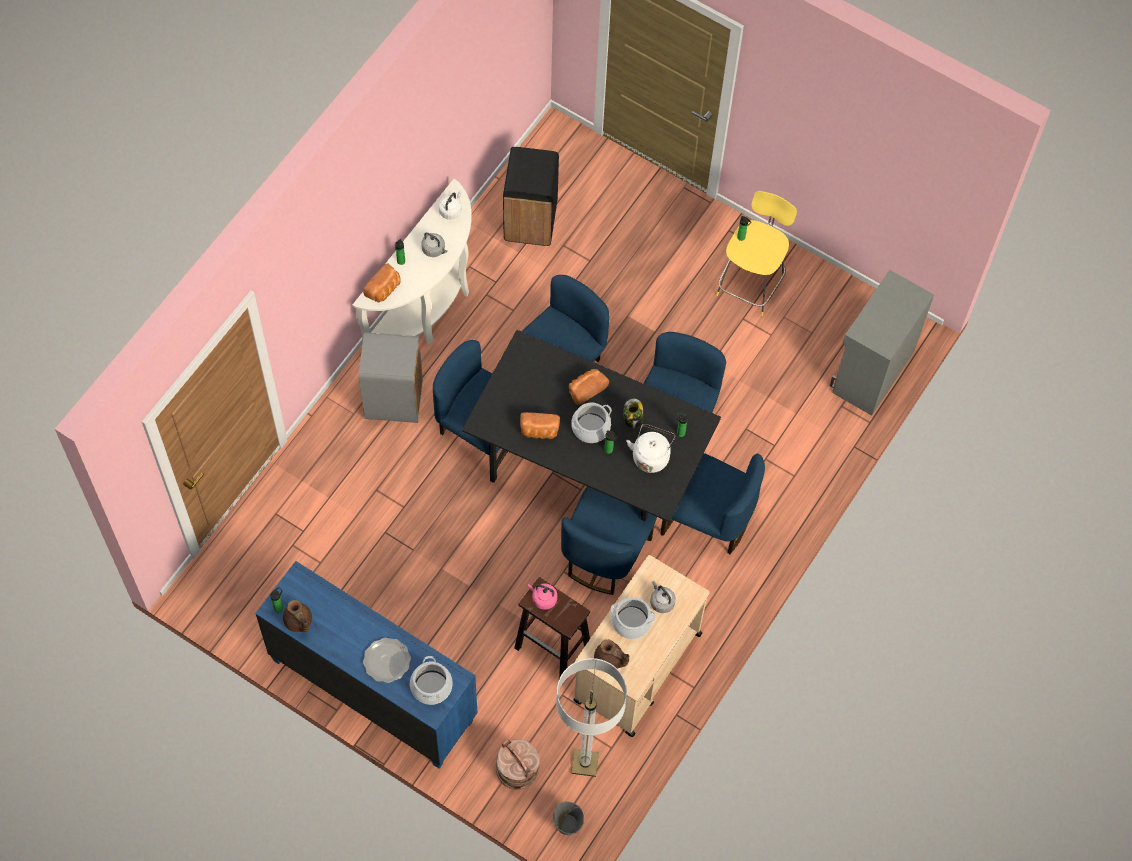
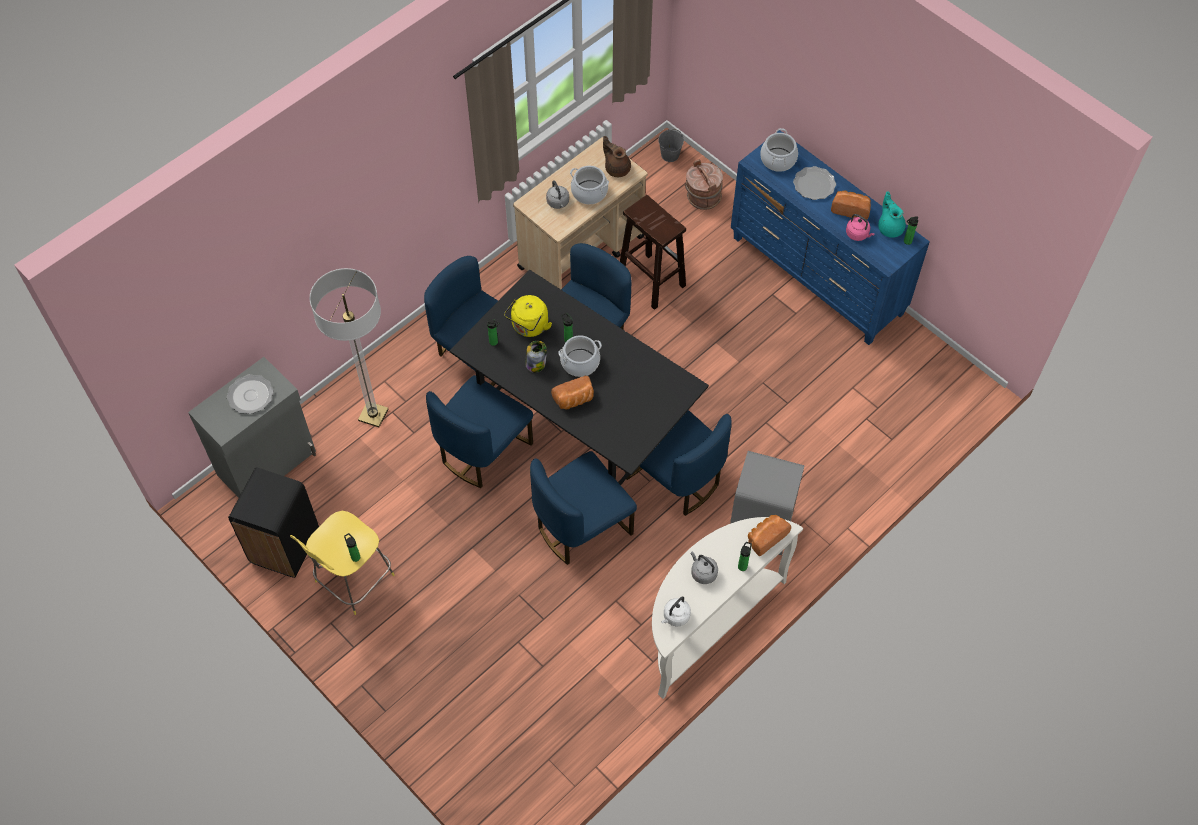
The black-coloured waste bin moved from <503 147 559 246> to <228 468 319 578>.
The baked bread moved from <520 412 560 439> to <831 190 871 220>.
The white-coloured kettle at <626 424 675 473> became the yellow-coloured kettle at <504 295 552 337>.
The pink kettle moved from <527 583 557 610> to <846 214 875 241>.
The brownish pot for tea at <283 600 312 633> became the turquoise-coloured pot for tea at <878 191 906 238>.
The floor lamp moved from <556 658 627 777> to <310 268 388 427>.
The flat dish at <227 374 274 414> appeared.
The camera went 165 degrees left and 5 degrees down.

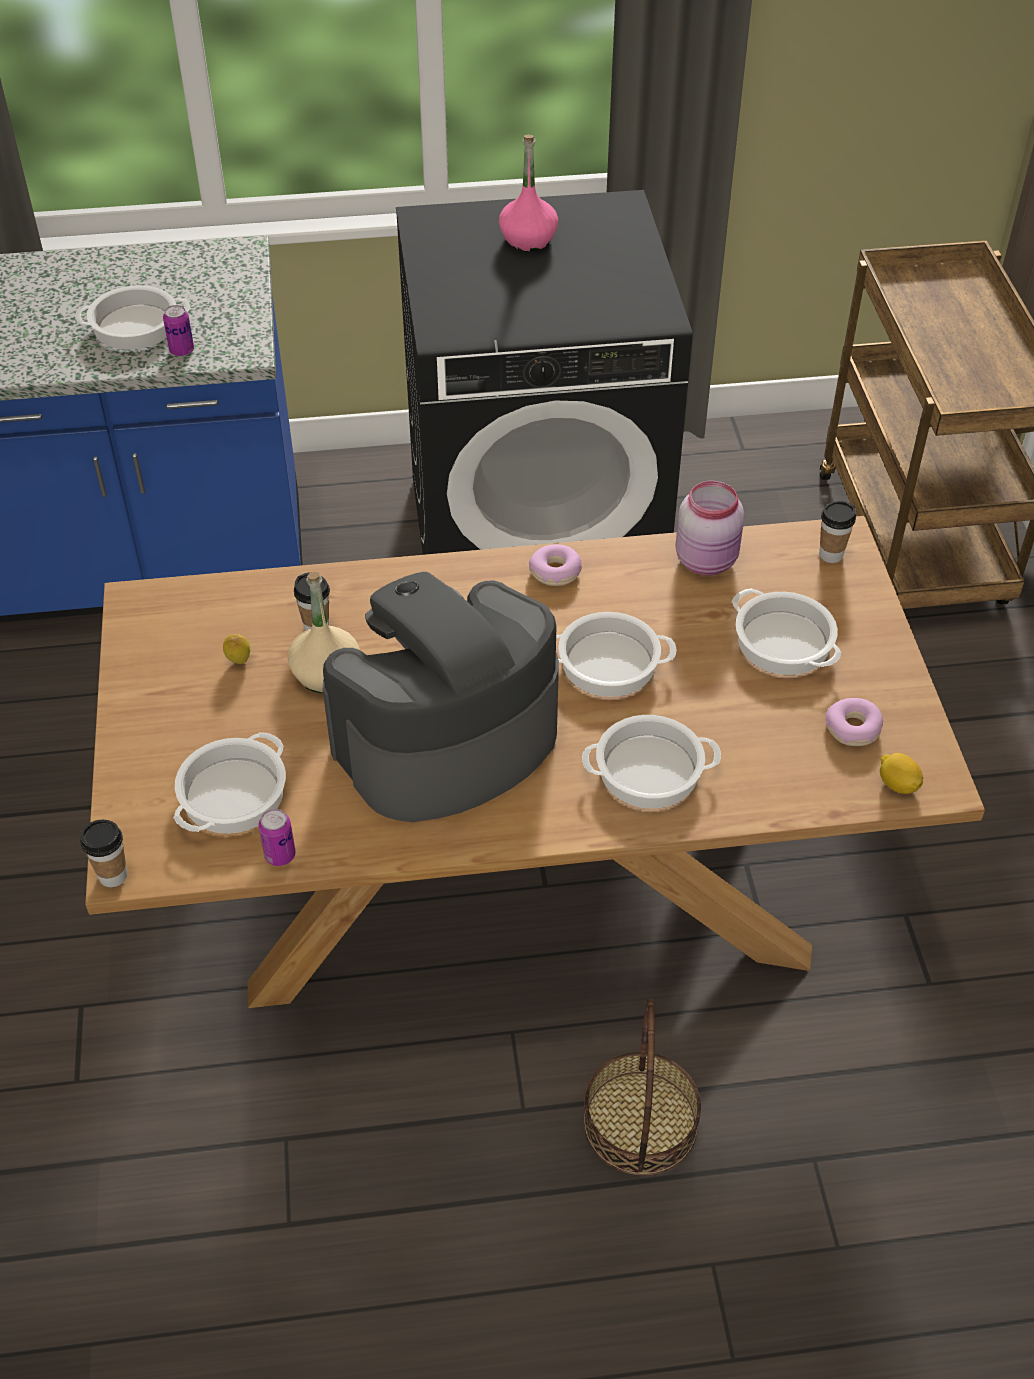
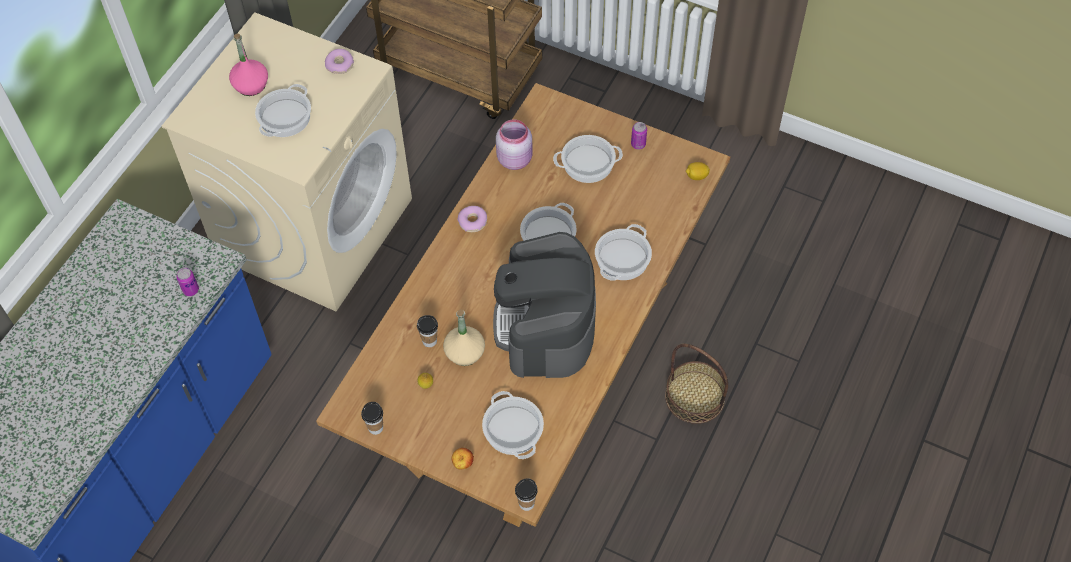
The black-coloured laundry appliance at <396 190 693 555> became the beige laundry appliance at <162 12 412 311>.
The cooking pot moved from <75 285 190 350> to <255 84 311 137>.
The drinking cup moved from <819 501 856 563> to <361 402 383 435>.
The donut moved from <826 698 883 746> to <325 49 354 74>.
The sealed can moved from <258 809 296 866> to <631 122 647 149>.
The apple at <451 448 474 470> appeared.
The camera went 55 degrees left and 10 degrees up.

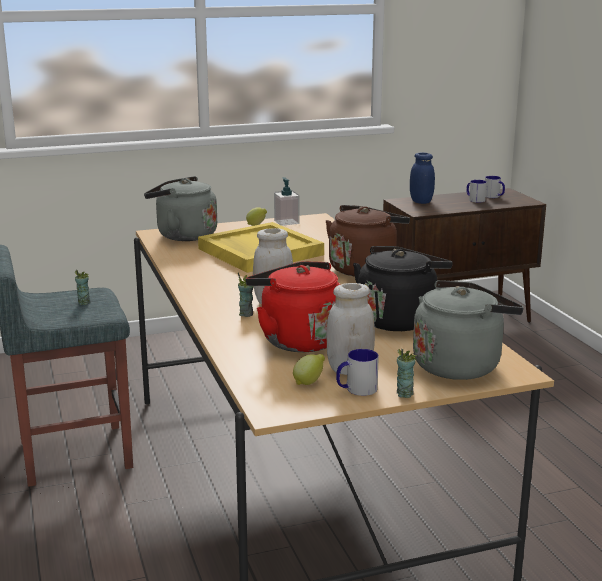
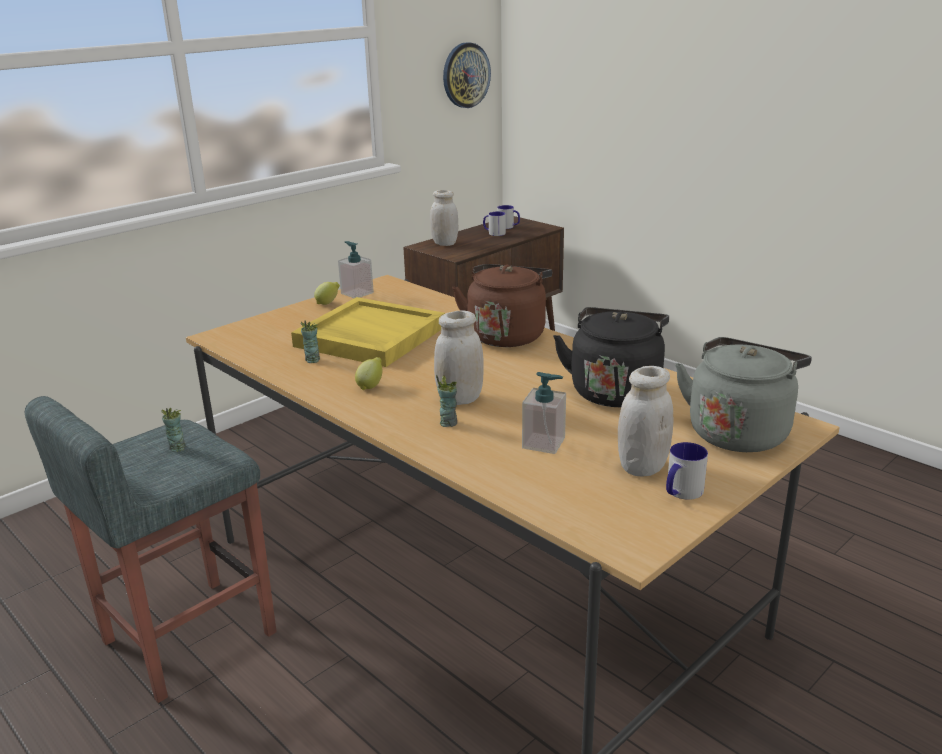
The blue-coloured preserve jar at <410 152 435 204> became the white-coloured preserve jar at <430 190 458 246>.
The grey kettle at <144 176 217 241> disappeared.
The red-coloured kettle at <246 261 340 352> was replaced by the liquid soap bottle at <522 372 566 454>.
The drinking cup moved from <397 349 417 398> to <300 321 320 363>.
The lemon moved from <293 354 325 385> to <355 357 383 390>.
The clock on the wall at <443 42 491 108> appeared.
The camera went 25 degrees left and 5 degrees up.

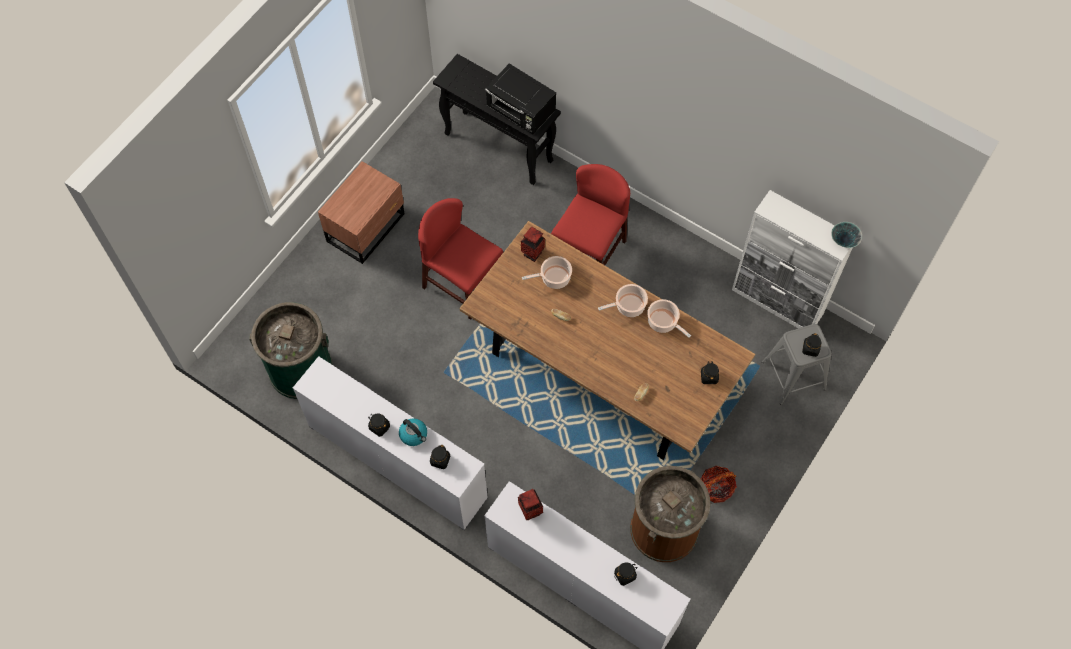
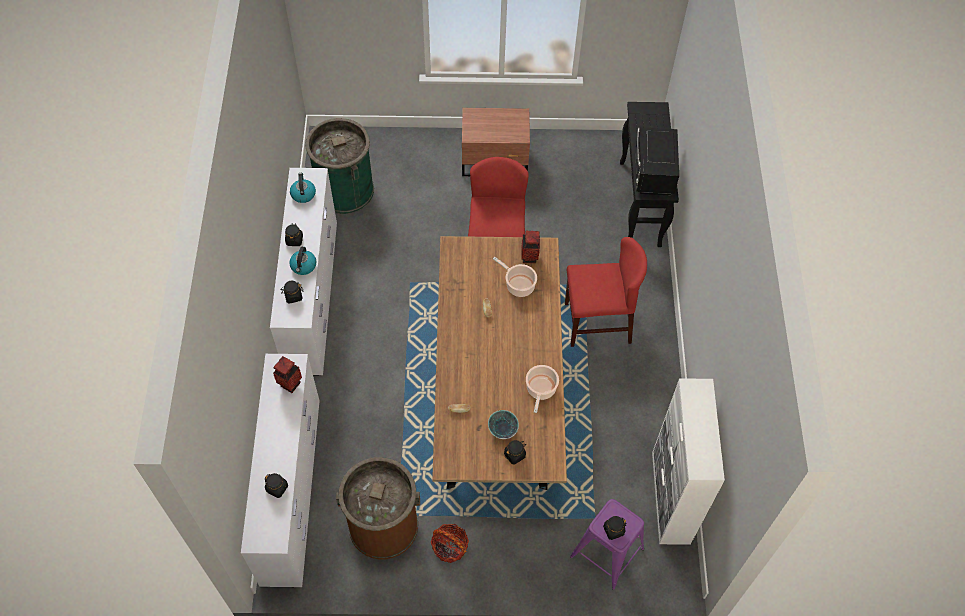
The deep dish moved from <831 222 862 248> to <488 410 519 439>.
The cooking pot at <598 284 648 317> disappeared.
The grey stool seat at <762 324 832 404> became the purple stool seat at <570 499 644 590>.
The kettle at <290 173 316 203> appeared.
The camera went 55 degrees right and 5 degrees down.

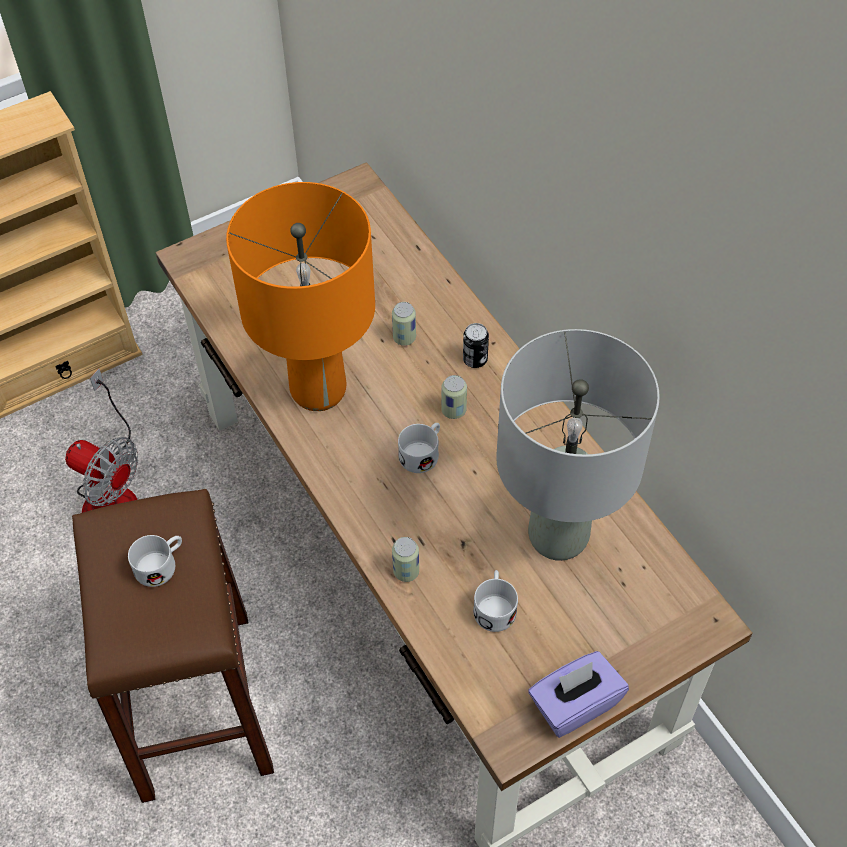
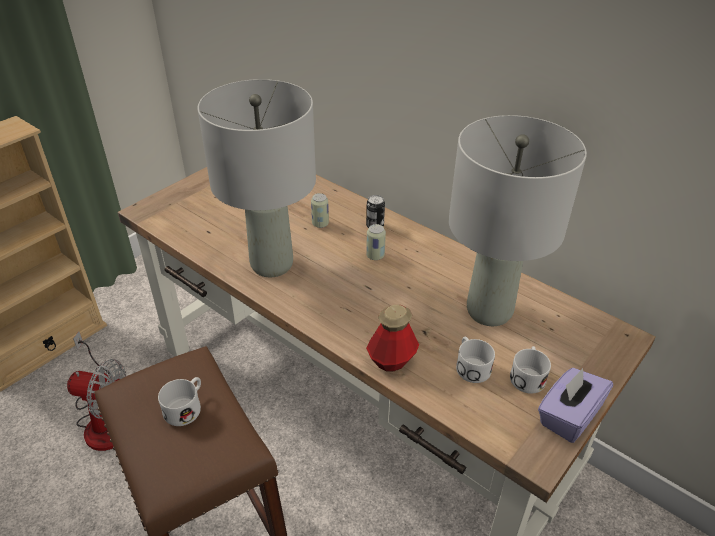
The orangey tabletop lamp at <226 182 375 411> became the grey tabletop lamp at <198 79 316 277>.
The white-coloured tea mug moved from <398 423 440 473> to <510 346 551 394>.
The sealed can at <392 537 419 582> was replaced by the beverage bottle at <366 305 419 372>.
The camera went 20 degrees left and 15 degrees down.

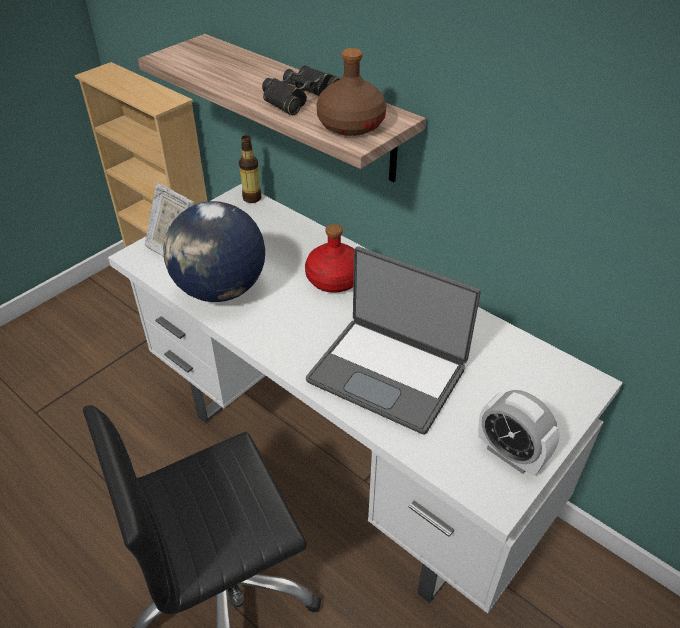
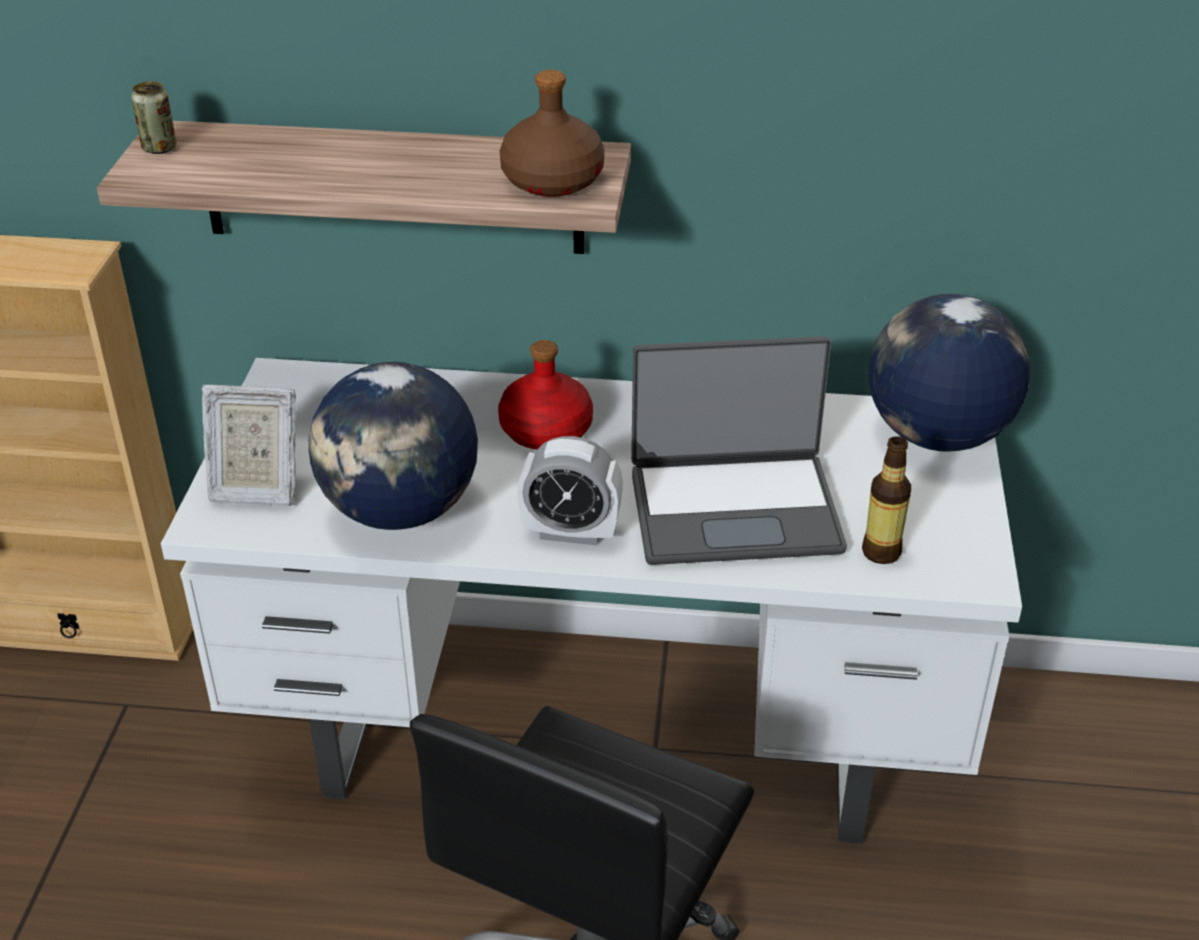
The black-coloured field glasses at <262 65 340 115> disappeared.
The beverage bottle moved from <239 135 261 203> to <862 436 911 564>.
The table clock moved from <478 390 560 476> to <517 436 623 545>.
The sealed can at <131 81 177 154> appeared.
The world globe at <869 294 1030 452> appeared.
The camera went 35 degrees left and 5 degrees down.

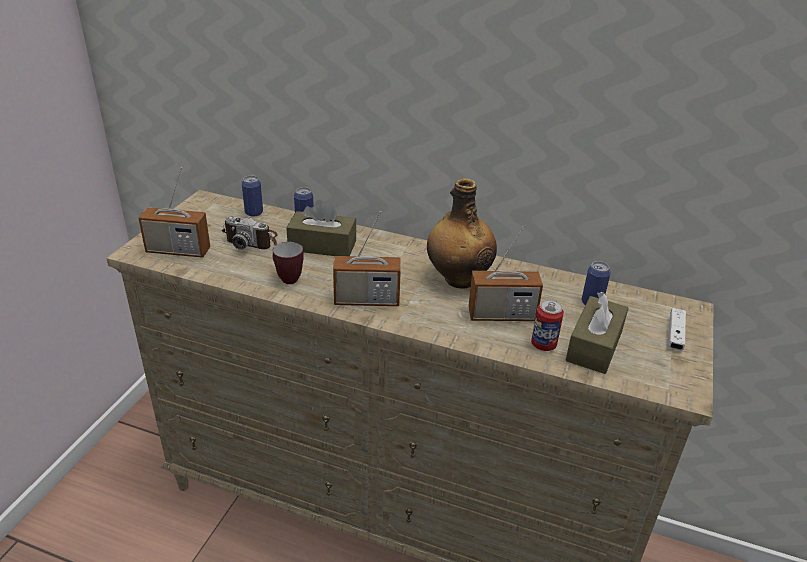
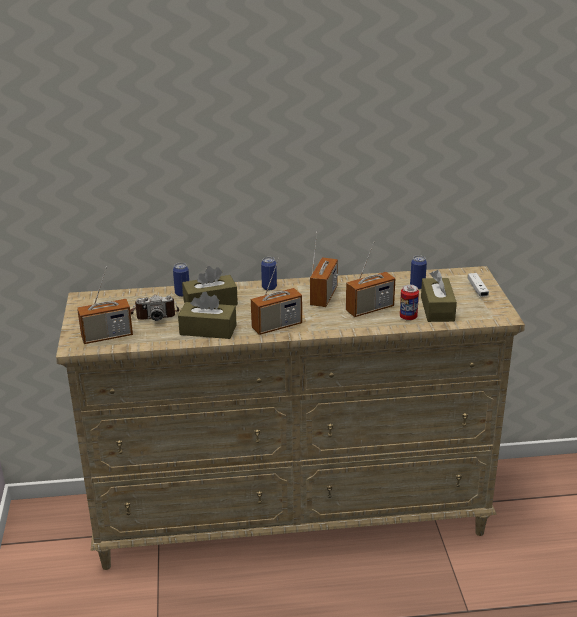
The sealed can moved from <242 176 263 217> to <261 257 277 290>.
The beverage bottle at <427 178 497 288> was replaced by the radio set at <310 231 338 307>.
The tea mug at <273 242 304 284> was replaced by the brownish box of tissues at <178 292 237 339>.
The camera went 25 degrees left and 5 degrees down.

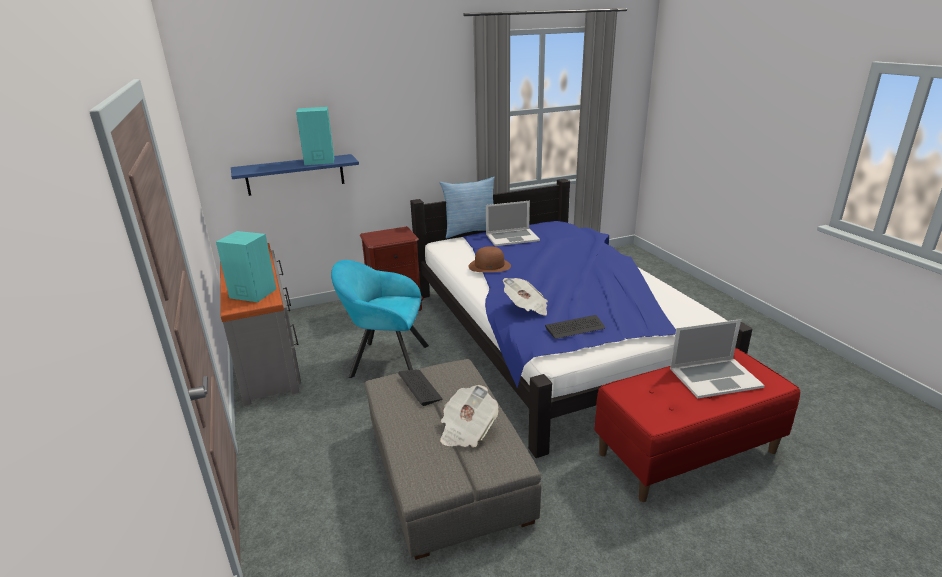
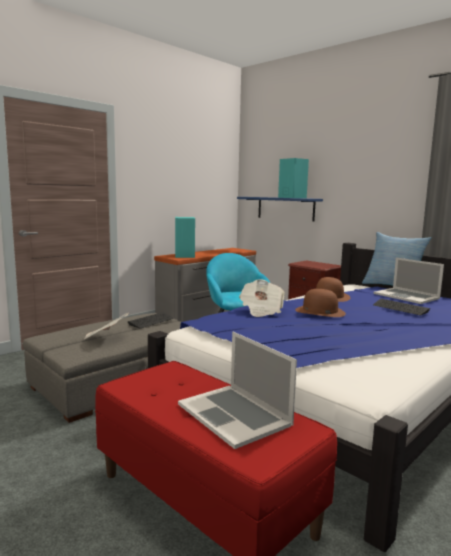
The PC keyboard moved from <545 315 605 339> to <373 299 430 315>.
The brownish clothing hat at <295 289 346 317> appeared.
The camera went 65 degrees right and 15 degrees down.

